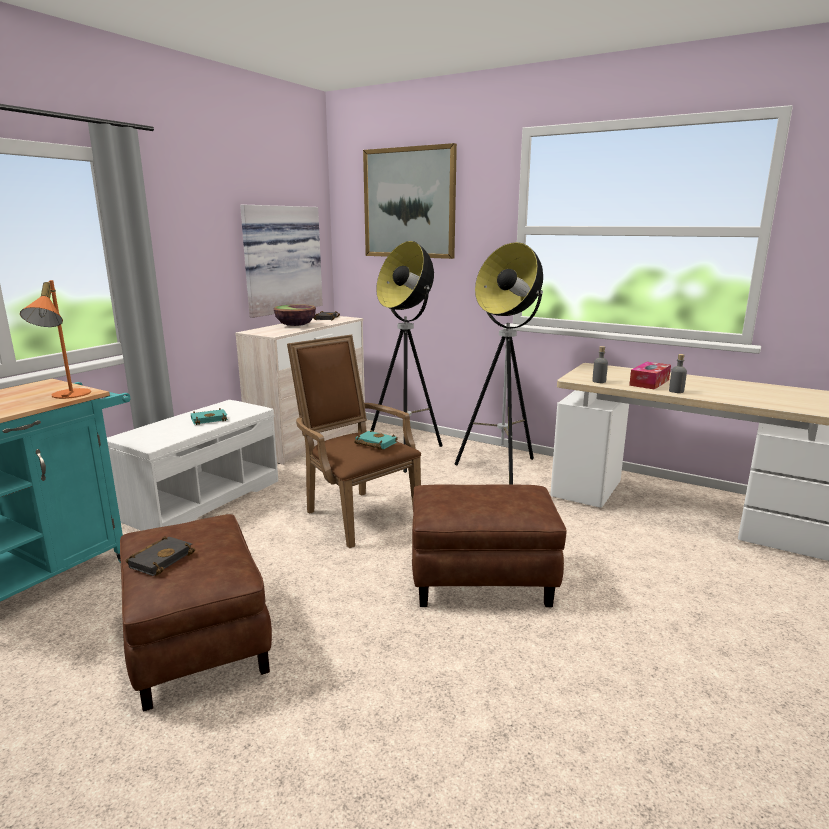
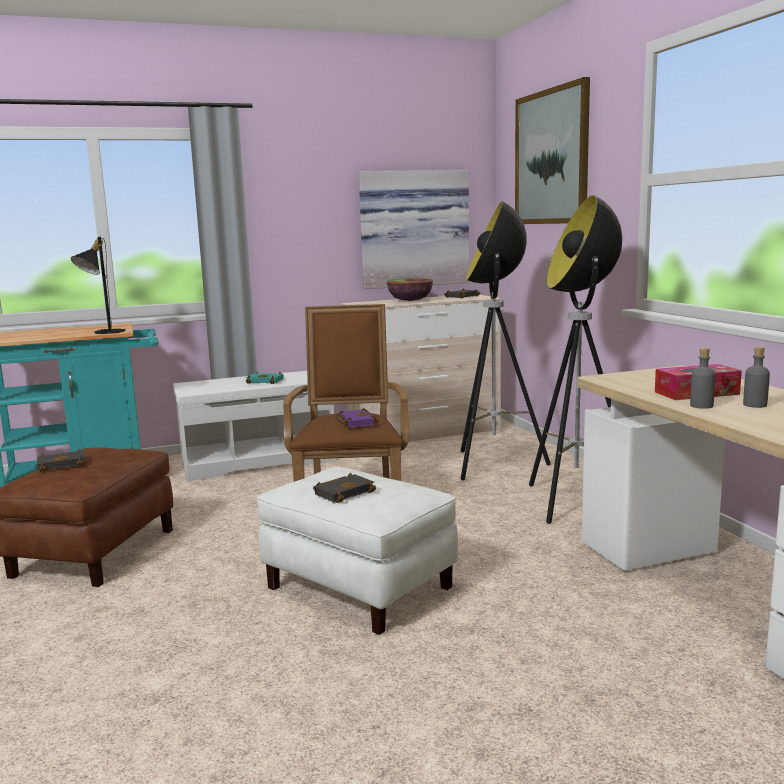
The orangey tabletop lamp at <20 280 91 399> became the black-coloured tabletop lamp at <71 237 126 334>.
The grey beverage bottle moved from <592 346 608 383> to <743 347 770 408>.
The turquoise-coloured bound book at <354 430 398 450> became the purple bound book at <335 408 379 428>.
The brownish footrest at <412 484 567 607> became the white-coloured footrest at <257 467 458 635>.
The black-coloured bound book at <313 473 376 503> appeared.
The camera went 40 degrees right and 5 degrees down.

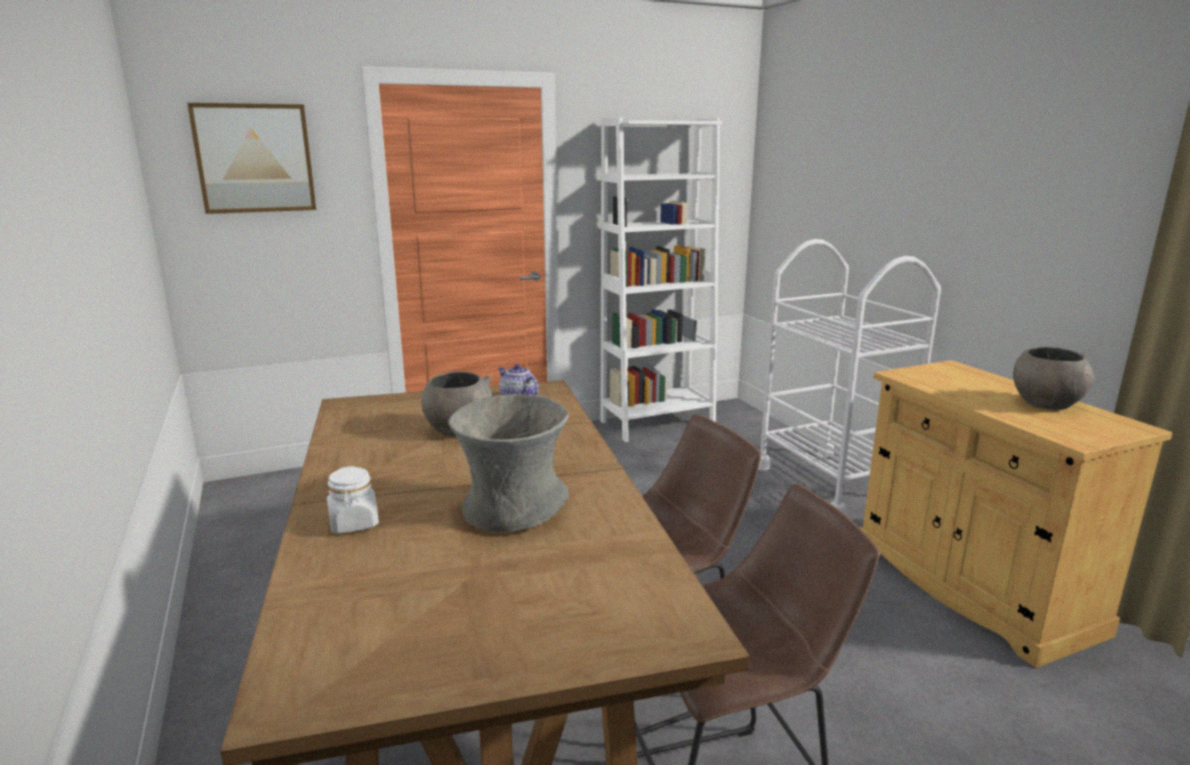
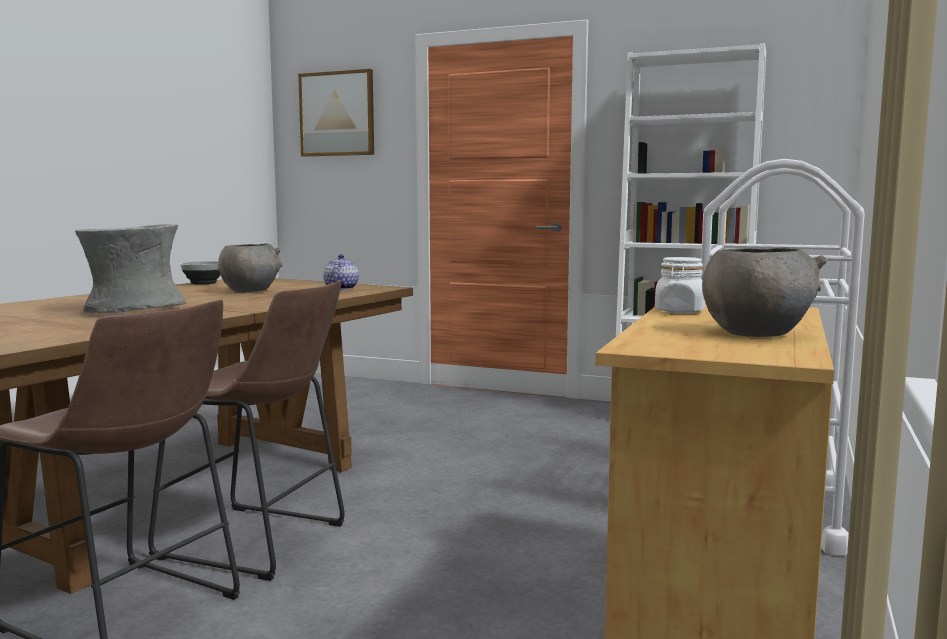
The white-coloured preserve jar moved from <327 466 379 534> to <655 257 705 314>.
The deep dish at <180 261 220 284> appeared.
The camera went 45 degrees right and 10 degrees down.

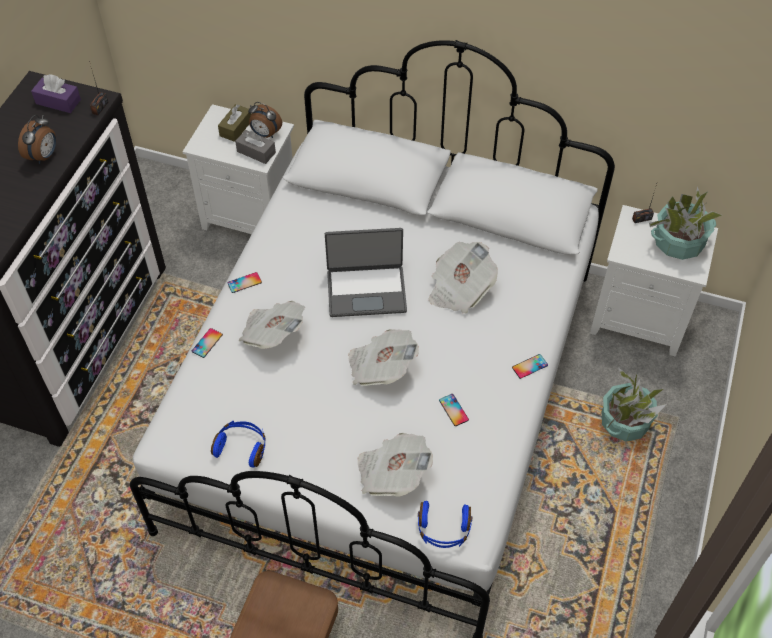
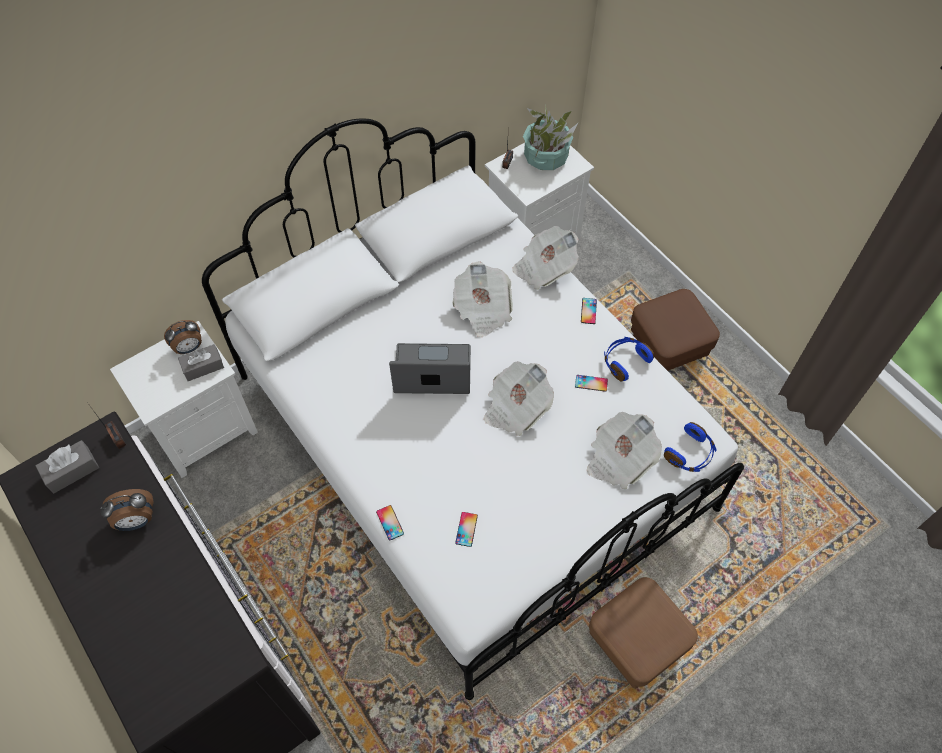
The purple box of tissues at <31 74 81 113> became the grey box of tissues at <36 440 99 493>.
The brownish box of tissues at <218 104 252 142> disappeared.
The table clock at <18 115 56 164> turned 105 degrees clockwise.
The notebook computer at <325 228 407 317> turned 120 degrees counterclockwise.
The telephone moved from <227 272 262 293> to <455 512 478 547>.
The printed paper moved from <239 301 305 349> to <512 226 579 290>.
The houseplant at <602 367 667 442> disappeared.
The blue-coloured pair of headphones moved from <211 421 266 467> to <604 337 654 381>.
The brownish footrest at <631 289 720 371> appeared.
The camera went 55 degrees left and 5 degrees up.

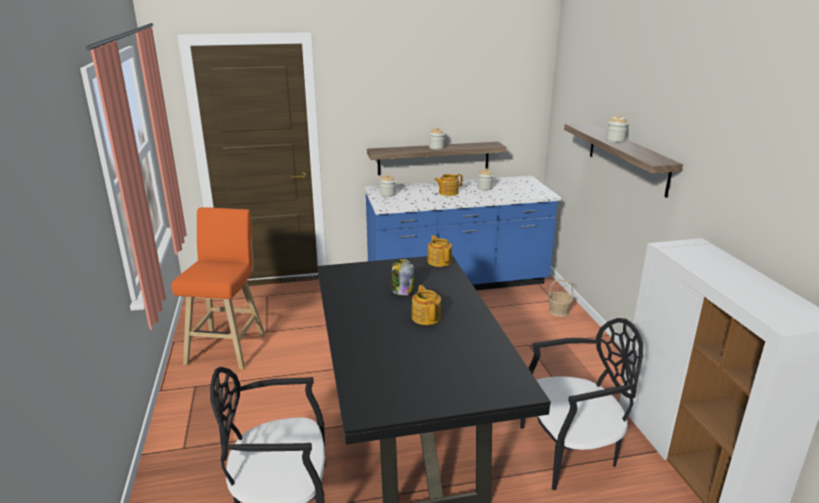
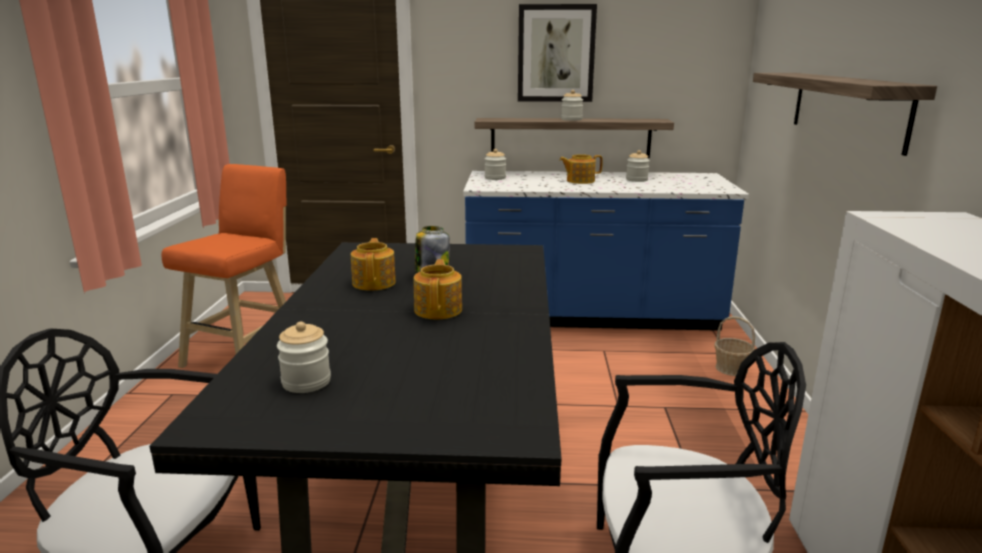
The preserve jar moved from <606 115 628 143> to <277 322 331 393>.
The pot for tea moved from <427 235 452 267> to <351 238 396 291>.
The picture at <518 4 597 102> appeared.
The camera went 15 degrees right and 5 degrees down.

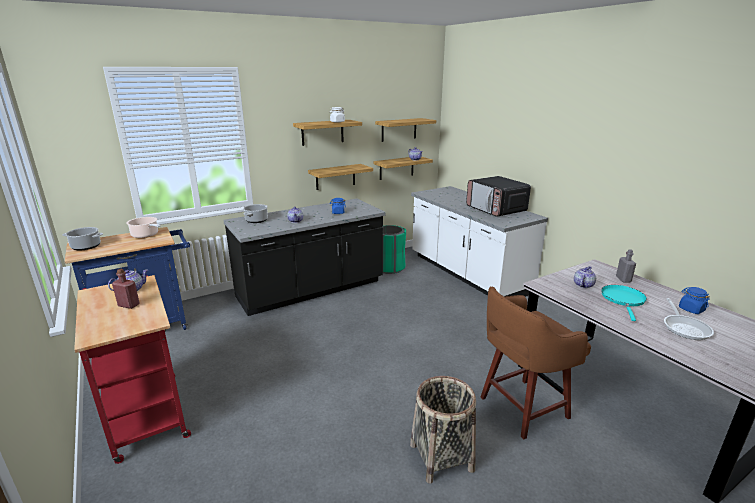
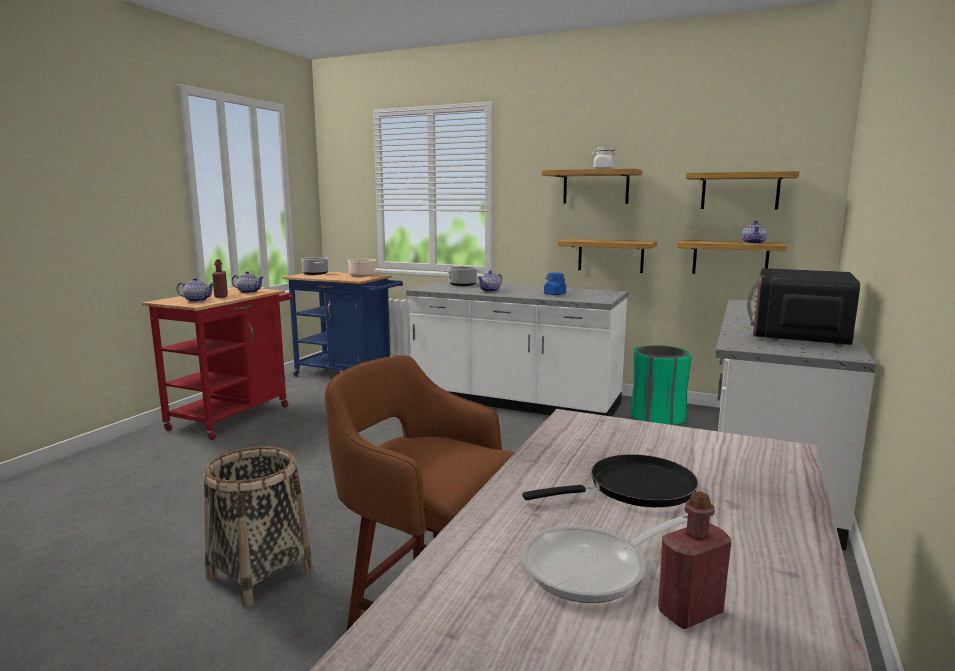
The black-coloured kitchen counter at <223 198 385 316> became the white-coloured kitchen counter at <406 280 629 417>.
The grey beverage bottle at <616 249 636 283> disappeared.
The pot for tea moved from <574 266 596 288> to <176 278 215 302>.
The turquoise-coloured pan at <601 285 647 321> became the black-coloured pan at <522 454 698 507>.
The blue-coloured preserve jar at <679 287 710 314> disappeared.
The red-coloured beverage bottle at <658 491 731 629> appeared.
The camera went 55 degrees right and 10 degrees down.

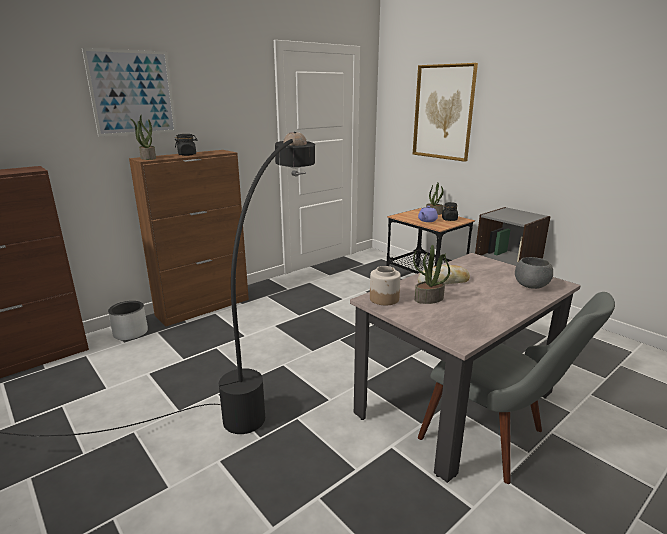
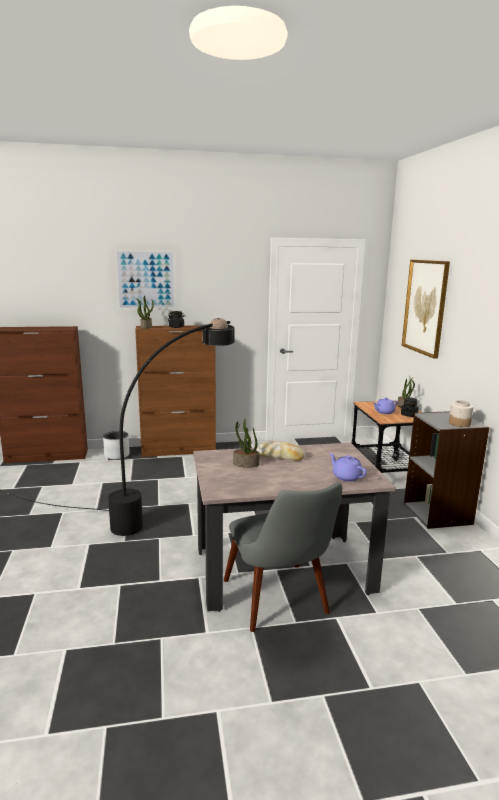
The grey deep dish at <515 257 553 289> was replaced by the purple pot for tea at <329 453 367 482>.
The preserve jar moved from <370 266 401 305> to <449 400 473 427>.
The camera went 30 degrees right and 5 degrees down.

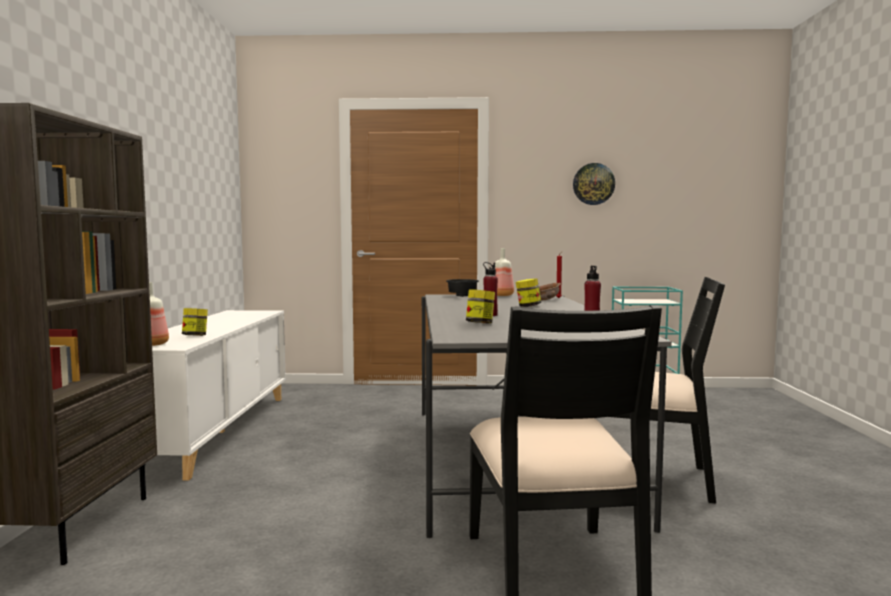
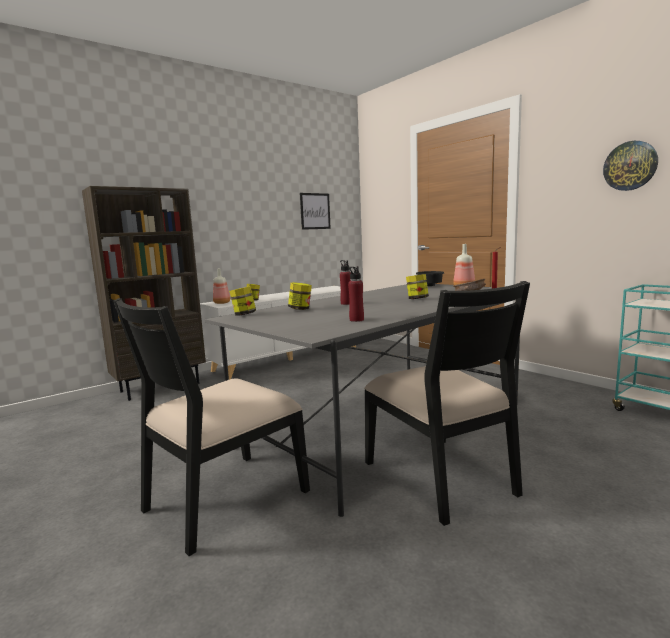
The picture at <300 193 331 230> appeared.
The preserve jar at <229 286 256 316> appeared.
The camera went 50 degrees right and 5 degrees up.

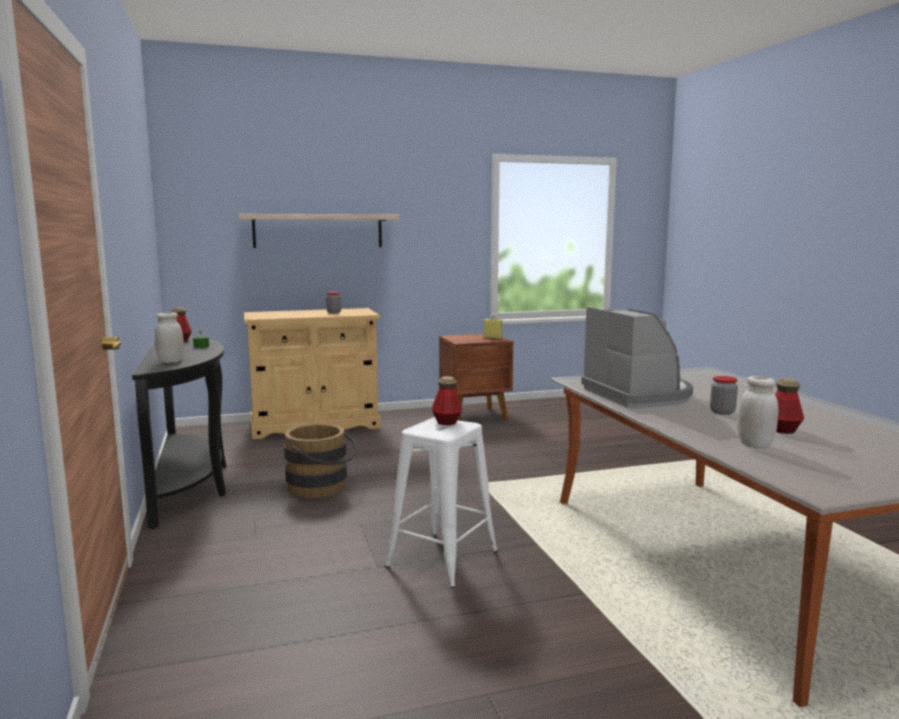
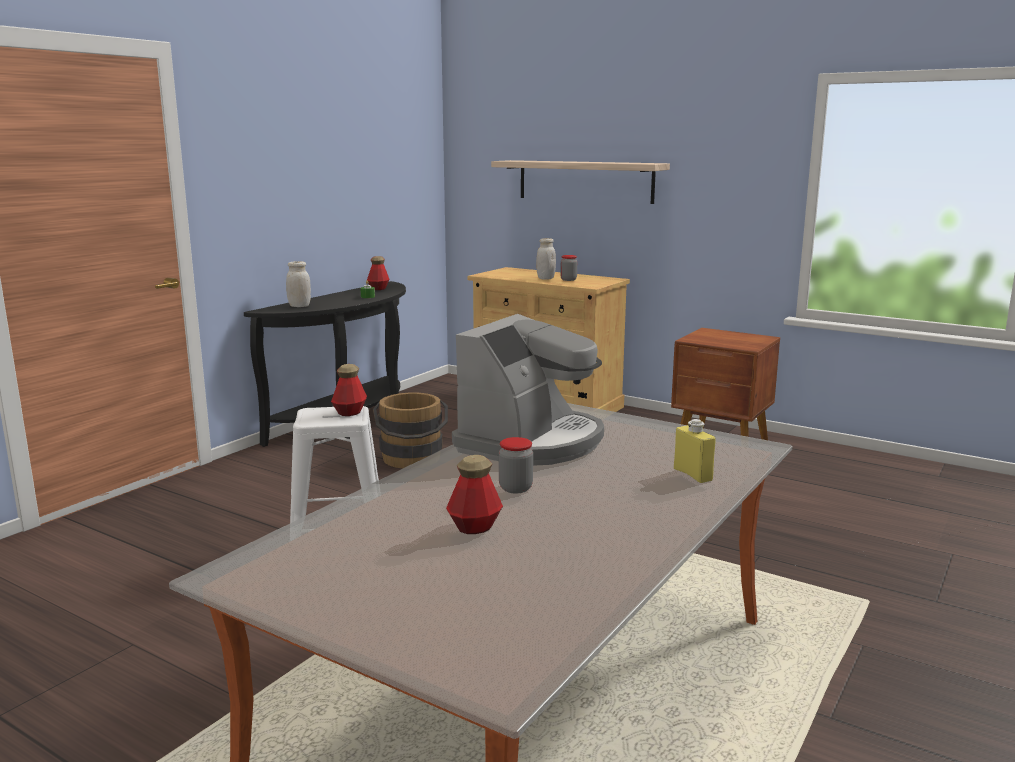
The yellow-coloured beverage bottle moved from <484 315 502 339> to <674 419 716 483>.
The white-coloured preserve jar moved from <738 376 779 449> to <536 238 556 280>.
The camera went 50 degrees right and 5 degrees up.

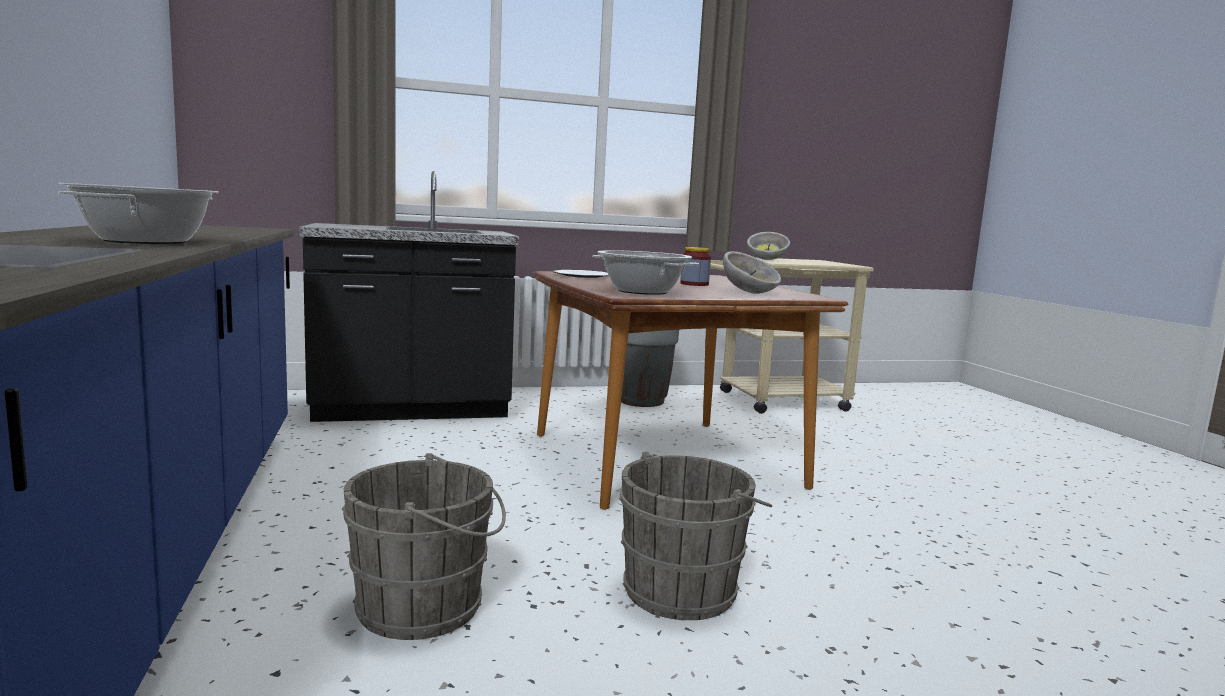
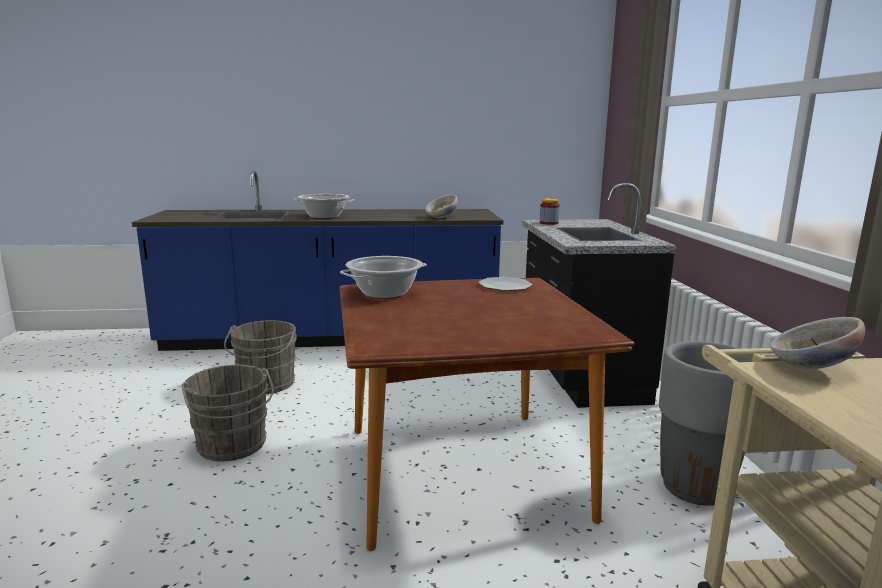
The preserve jar moved from <680 247 711 286> to <540 199 560 225>.
The deep dish moved from <723 251 781 294> to <425 194 458 218>.
The camera went 100 degrees right and 5 degrees up.

